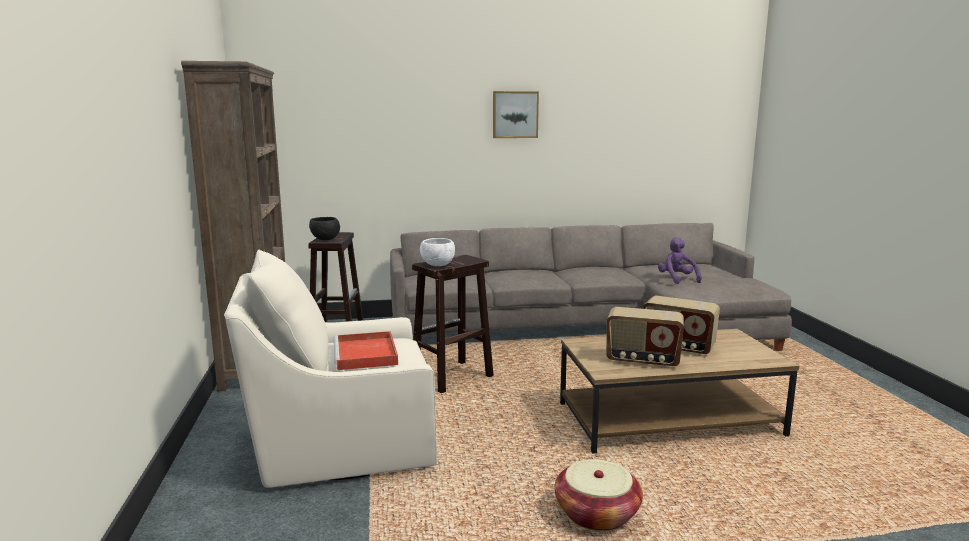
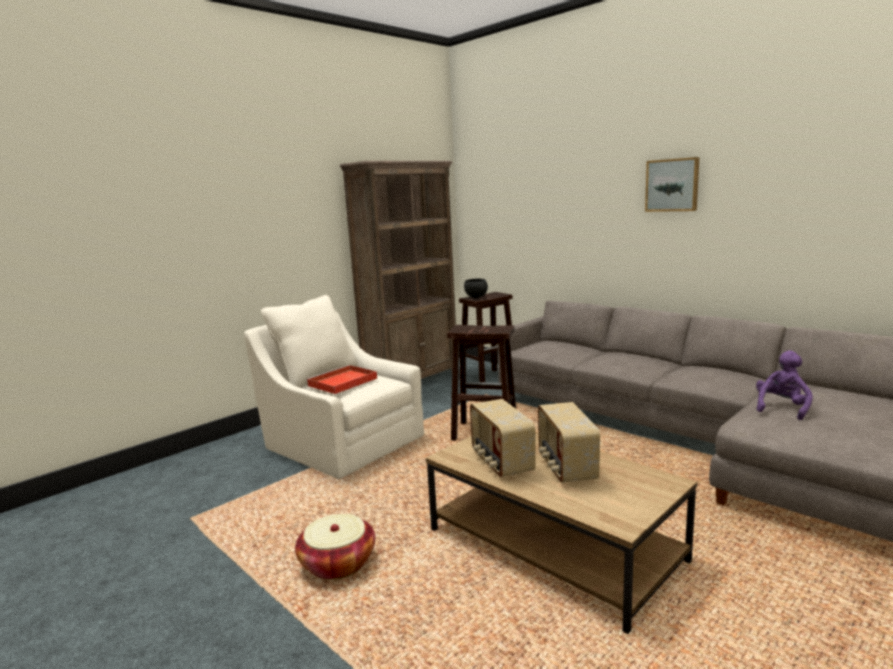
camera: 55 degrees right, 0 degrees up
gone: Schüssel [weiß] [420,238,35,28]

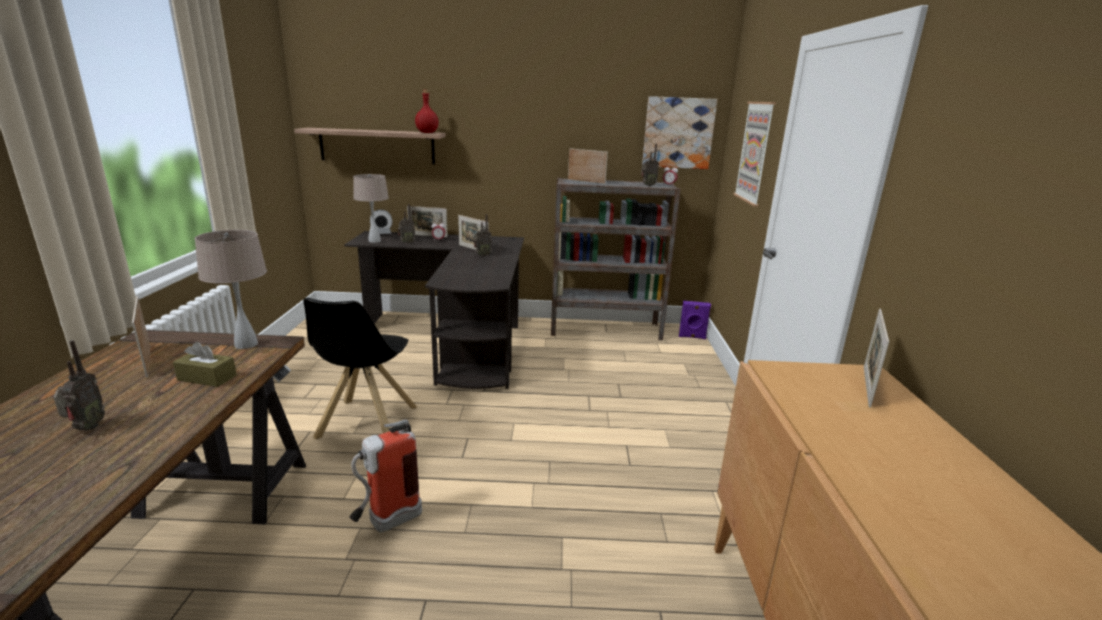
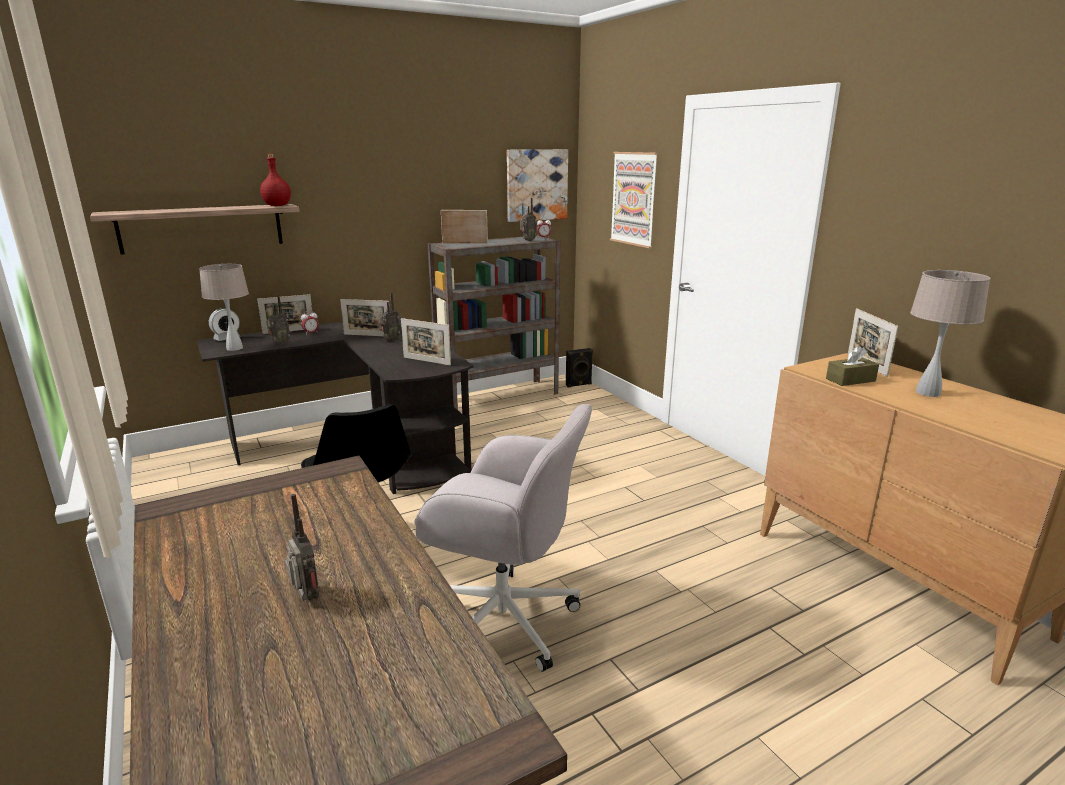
camera: 30 degrees left, 0 degrees up
shifted: Bilderrahmen [132,296,18,82] to [401,318,50,48]; Taschentuchbox [braun] [173,342,64,45] to [826,346,53,40]; Tischlampe [beige] [194,230,73,119] to [910,270,80,127]
swapped: Feuerlöscher [349,420,73,113] to Bürostuhl [grau] [414,404,178,268]
repainted: Lautsprecher [lila] [679,301,32,38] to Lautsprecher [schwarz] [566,348,27,39]

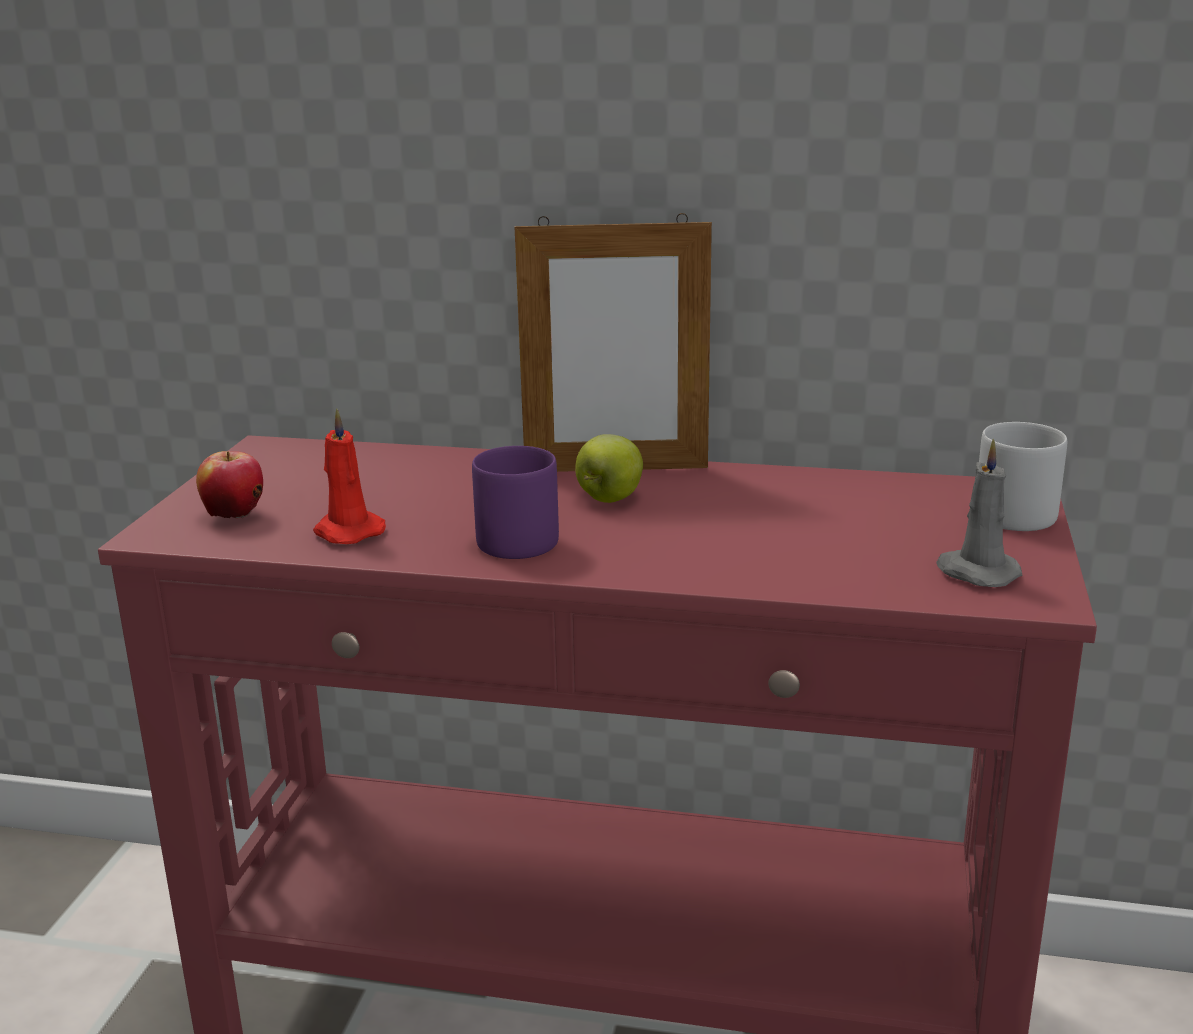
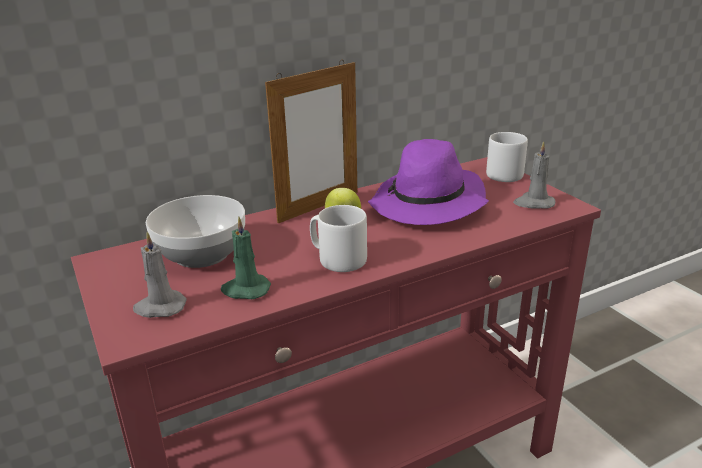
camera: 40 degrees left, 5 degrees up
new: Schüssel [145,195,100,73]; Hut [lila] [368,139,121,86]
swapped: Apfel [196,451,67,67] to Kerze [grau] [133,232,54,86]
repainted: Kerze [rot] [313,409,73,135] to Kerze [grün] [221,216,50,83]; Henkelbecher [lila] [472,446,87,113] to Henkelbecher [grau] [310,205,57,67]

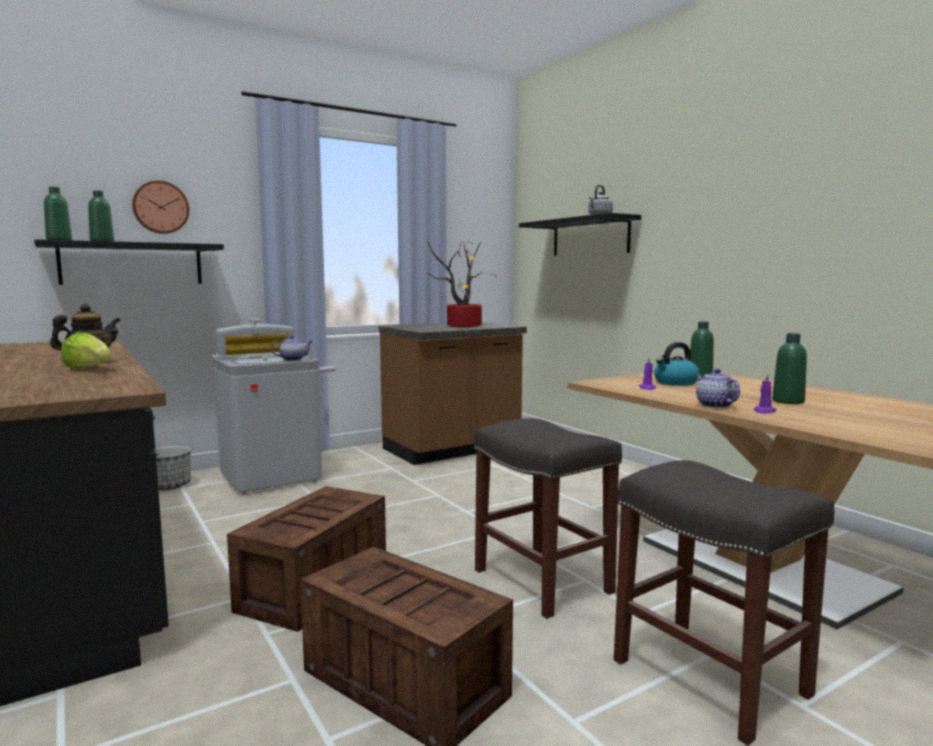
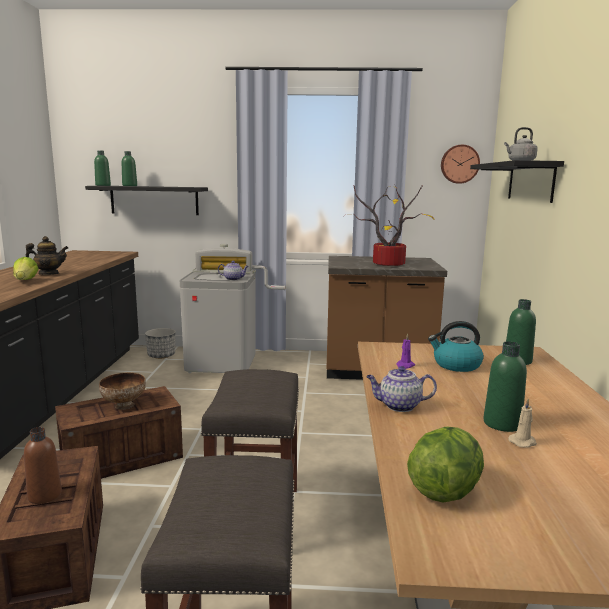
camera: 35 degrees right, 5 degrees up
gone: Kerze [lila] [754,373,23,41]
new: Flasche [braun] [24,427,38,77]; Schüssel [99,372,47,38]; Salatkopf [407,426,77,77]; Kerze [beige] [508,399,29,49]
shifted: Wanduhr [132,181,57,53] to [441,145,39,39]
rotated: Teekanne [696,369,44,39] = [366,366,71,46] 105 degrees counterclockwise

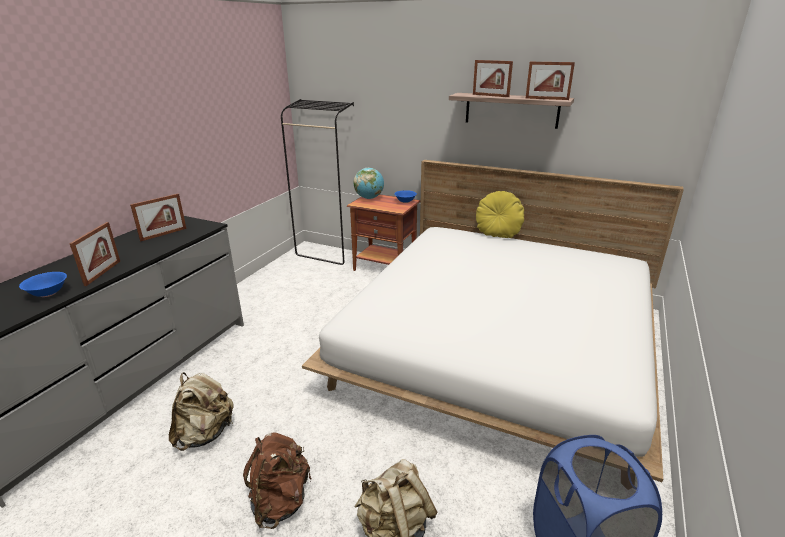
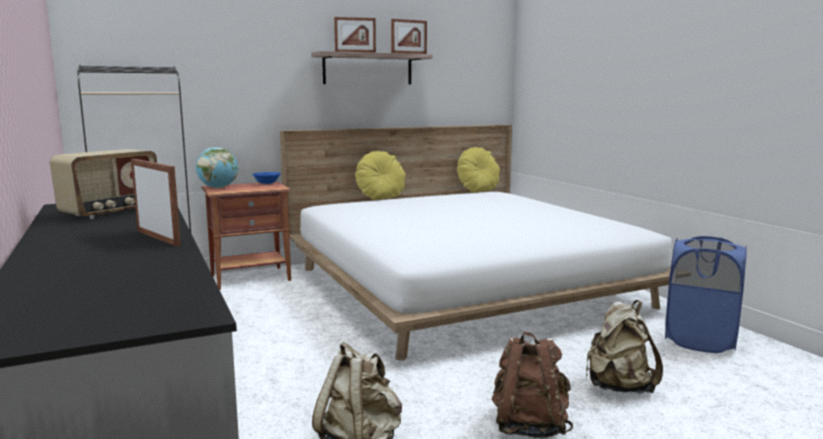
camera: 50 degrees left, 15 degrees down
gone: Schüssel [blau] [19,272,48,25]
new: Kissen [gelb] [457,147,43,45]
swapped: Bilderrahmen [130,194,57,47] to Radio [50,149,107,70]

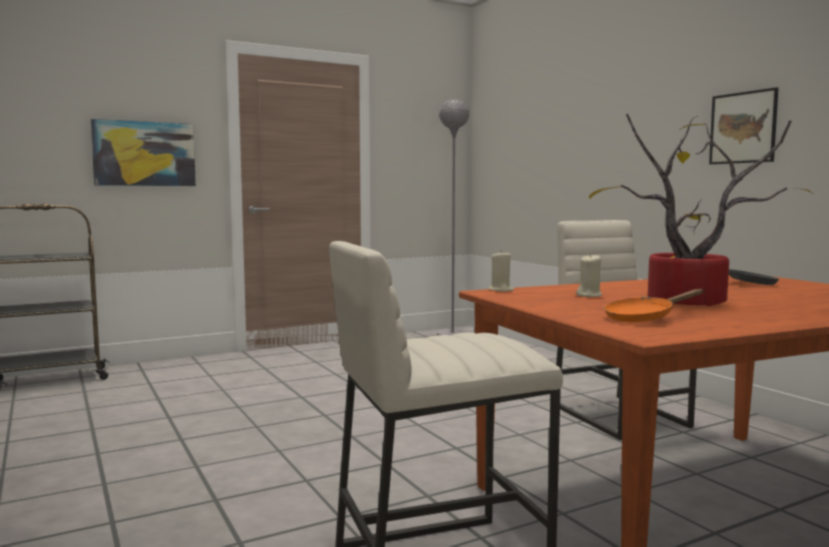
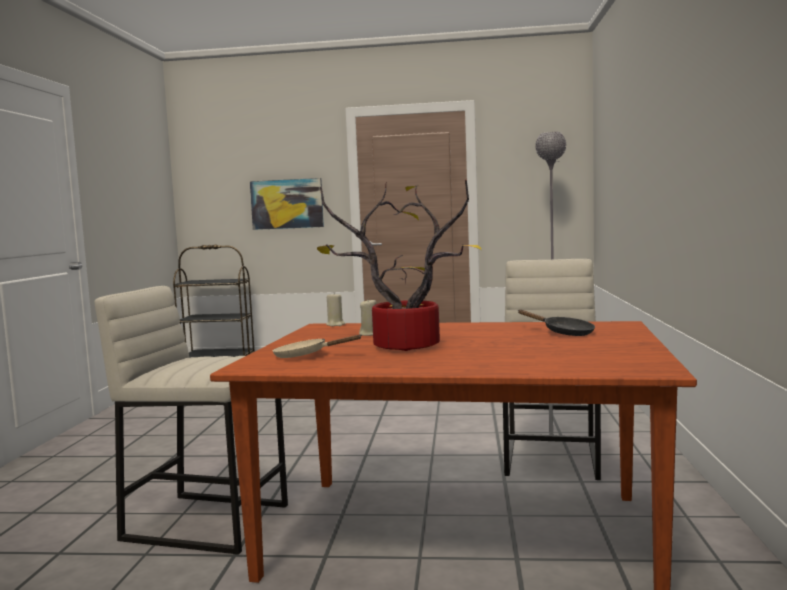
camera: 35 degrees right, 0 degrees up
gone: Bild [709,87,69,77]
repainted: Pfanne [orange] [604,289,99,33] to Pfanne [beige] [272,335,90,23]

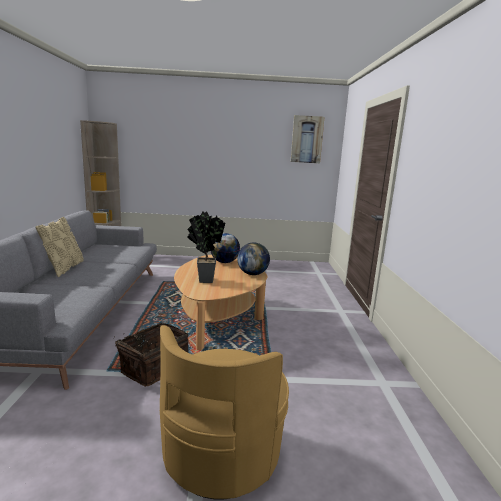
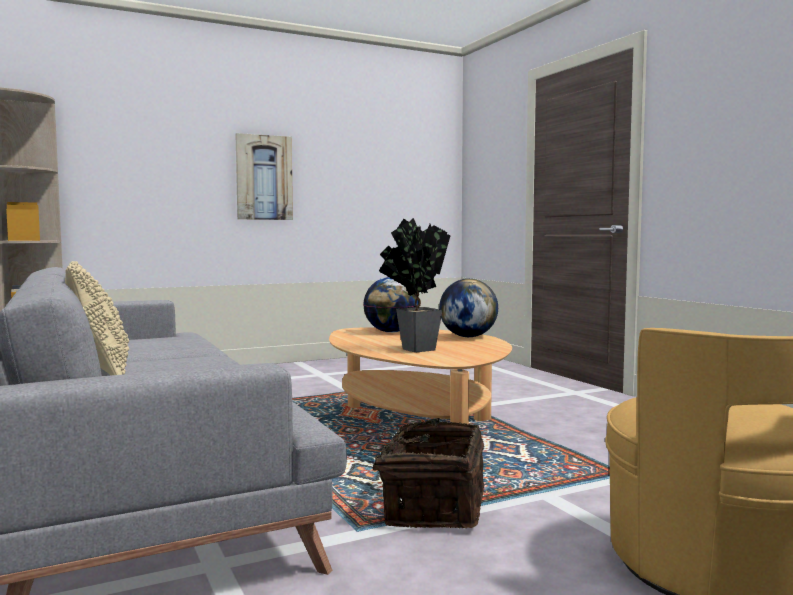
camera: 25 degrees left, 10 degrees down
shifted: Bild [291,115,34,48] to [235,133,58,87]

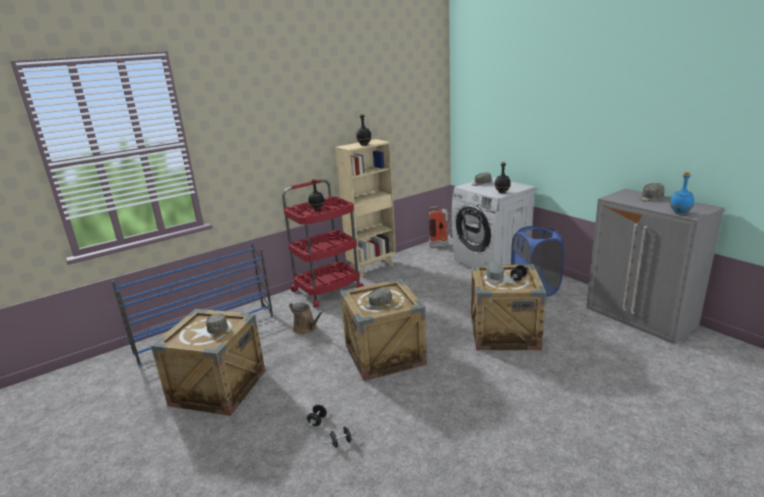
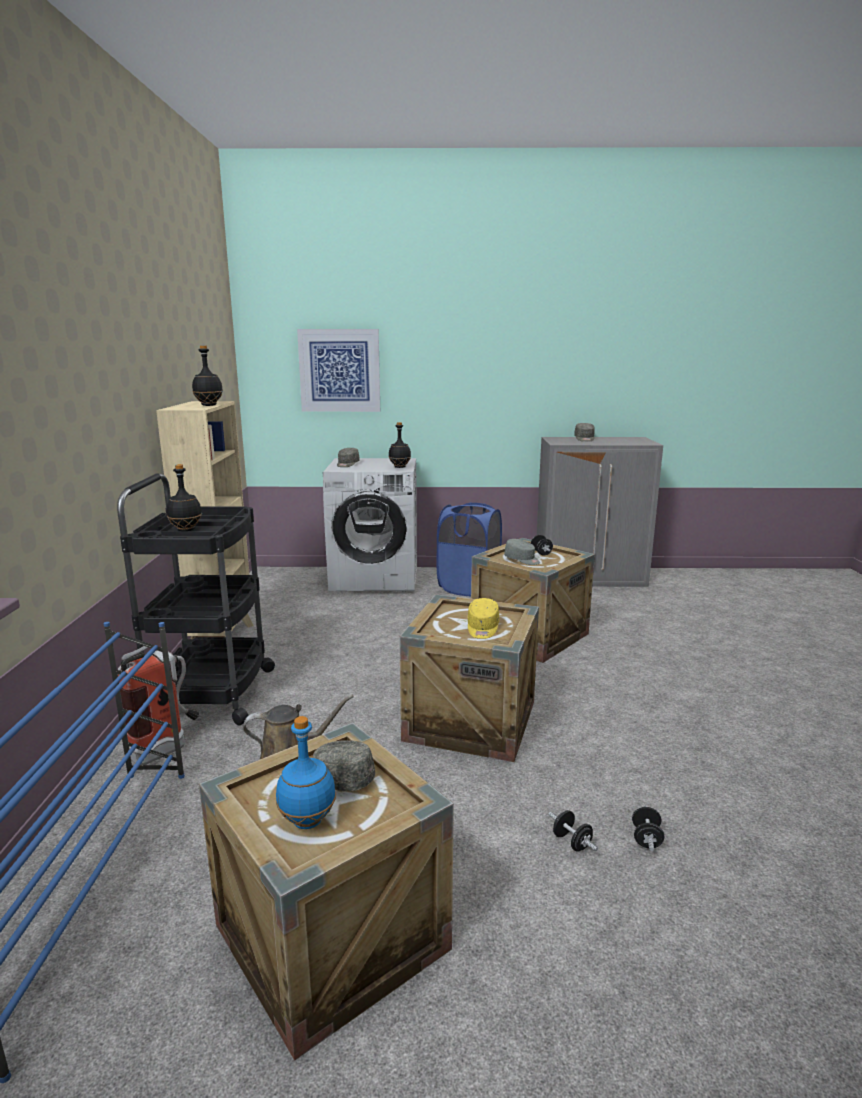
camera: 55 degrees left, 5 degrees down
new: Bild [297,329,83,83]
shifted: Feuerlöscher [429,206,23,41] to [118,646,81,119]; Flasche [blau] [670,172,25,43] to [276,716,60,113]
repainted: Rollwagen [rot] [282,179,82,129] to Rollwagen [schwarz] [117,473,158,253]; Kappe [grau] [364,287,28,23] to Kappe [gelb] [468,598,31,41]

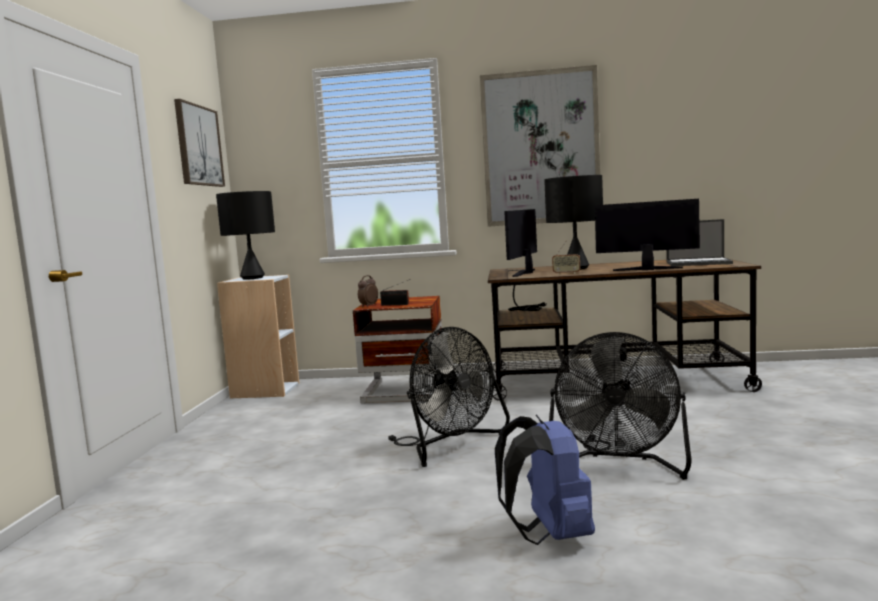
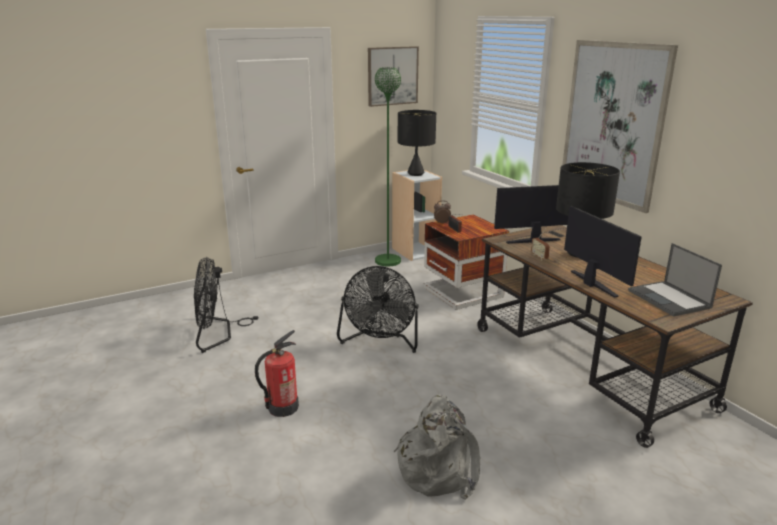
camera: 55 degrees right, 15 degrees up
new: Stehlampe [grün] [375,67,26,199]; Rucksack [grau] [394,395,86,105]
shifted: Ventilator [schwarz] [549,332,142,148] to [194,257,66,96]
swapped: Rucksack [blau] [495,415,100,130] to Feuerlöscher [255,330,44,87]

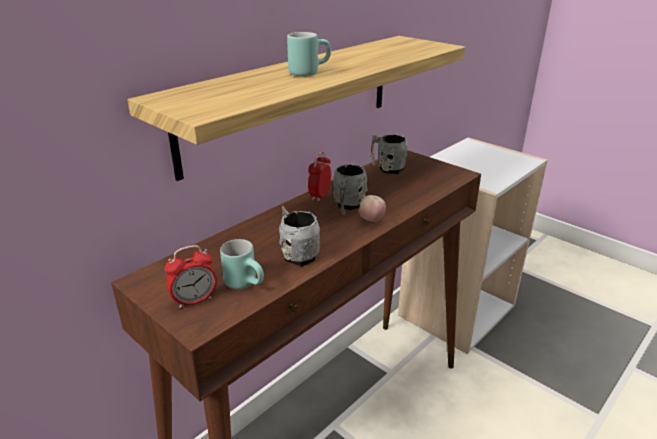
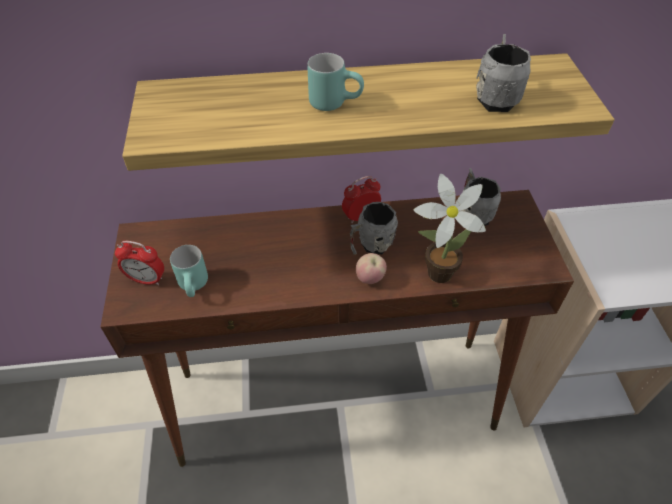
camera: 40 degrees right, 20 degrees up
new: Topfpflanze [413,173,73,110]
shifted: Henkelbecher [grau] [279,206,41,61] to [476,34,55,78]

